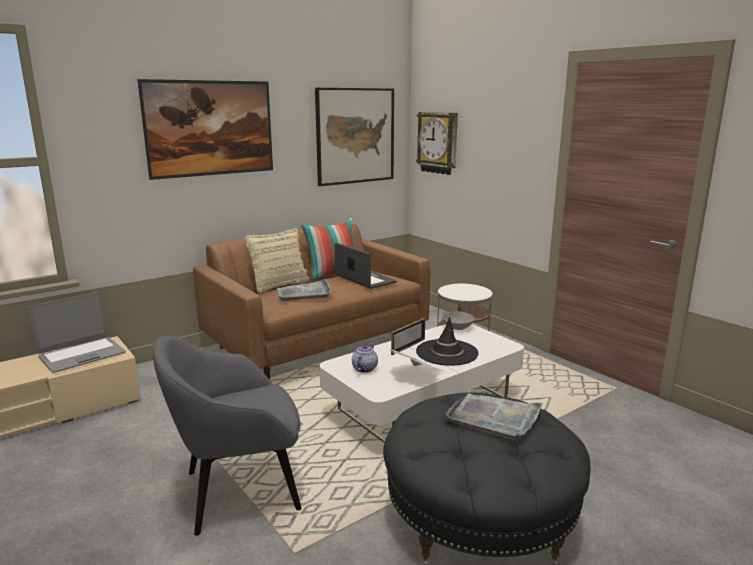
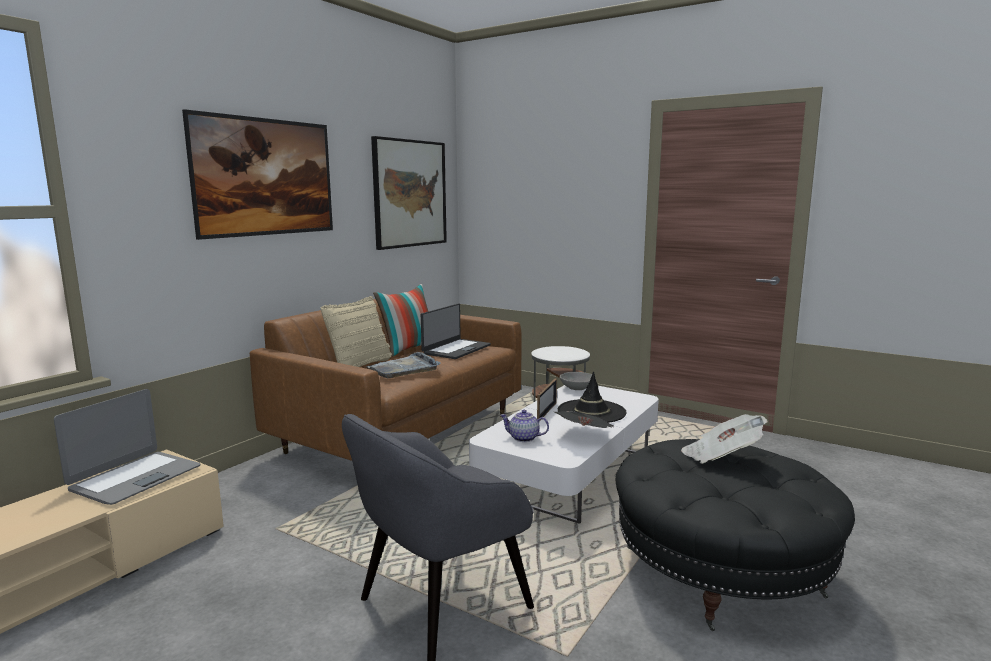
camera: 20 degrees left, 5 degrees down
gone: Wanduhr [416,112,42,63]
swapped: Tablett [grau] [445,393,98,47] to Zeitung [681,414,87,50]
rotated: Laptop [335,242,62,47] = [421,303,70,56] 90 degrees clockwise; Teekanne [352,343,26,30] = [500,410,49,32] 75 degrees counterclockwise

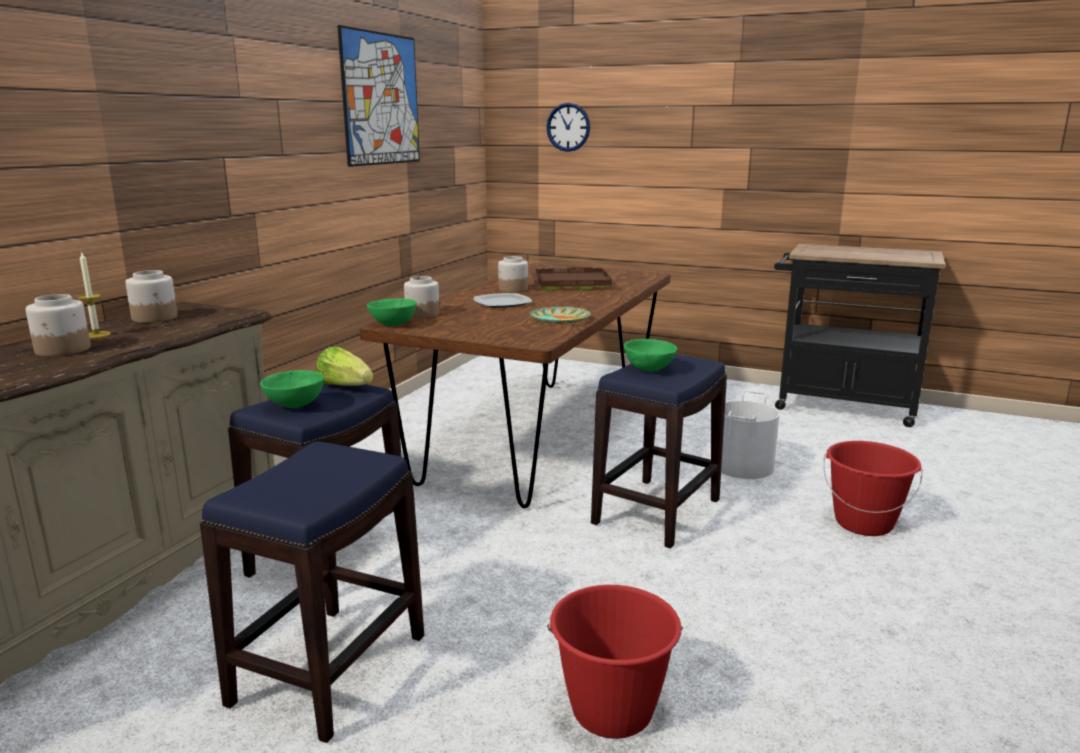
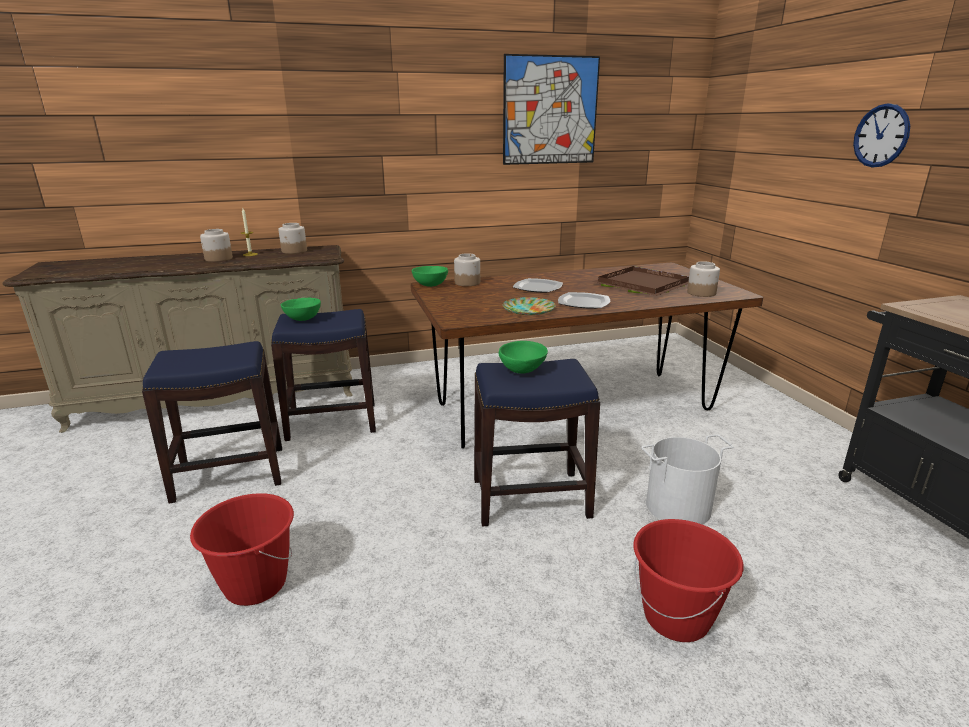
camera: 50 degrees right, 5 degrees up
gone: Salatkopf [316,347,57,39]
new: Teller [558,292,52,17]
shifted: Vorratsglas [498,256,30,36] to [687,262,33,35]; Wanduhr [546,103,44,49] to [853,103,57,64]

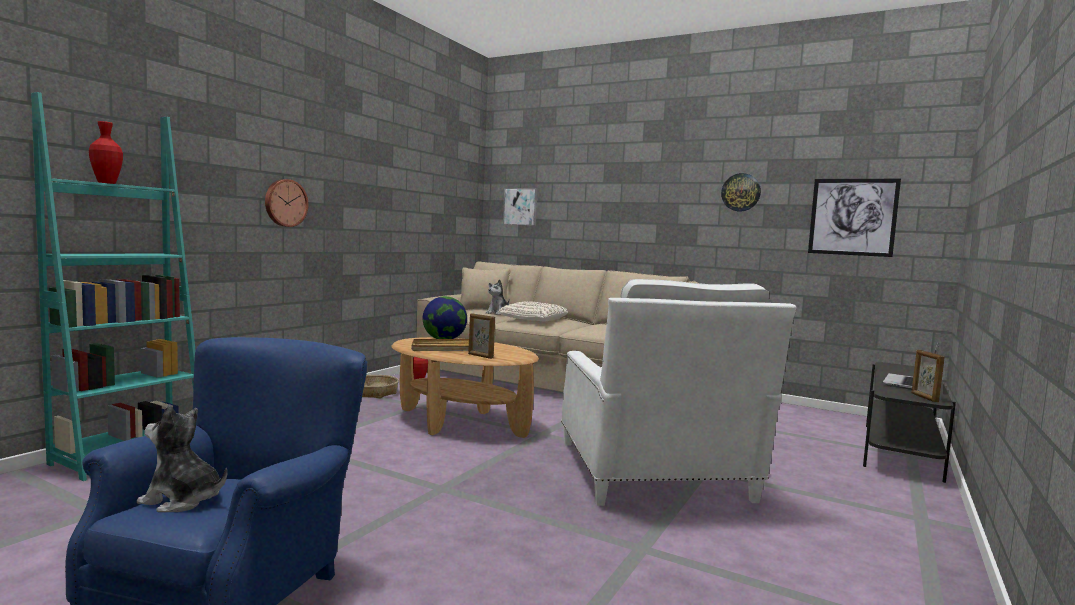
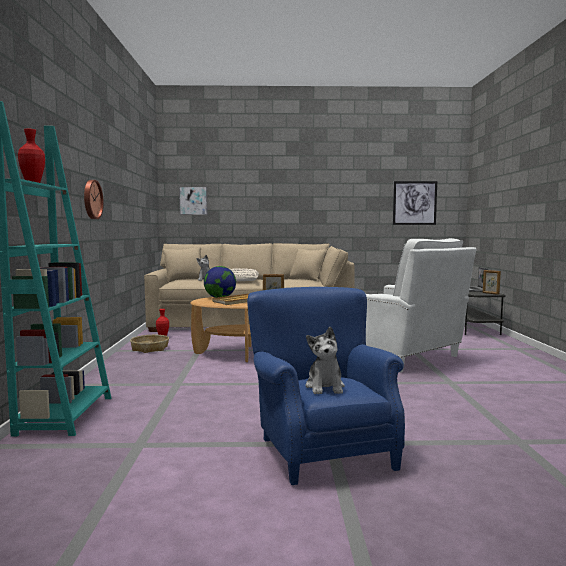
camera: 30 degrees left, 0 degrees up
gone: Wanduhr [721,173,40,39]
rotated: Plüschtier [137,405,91,107] = [305,327,40,67] 75 degrees counterclockwise

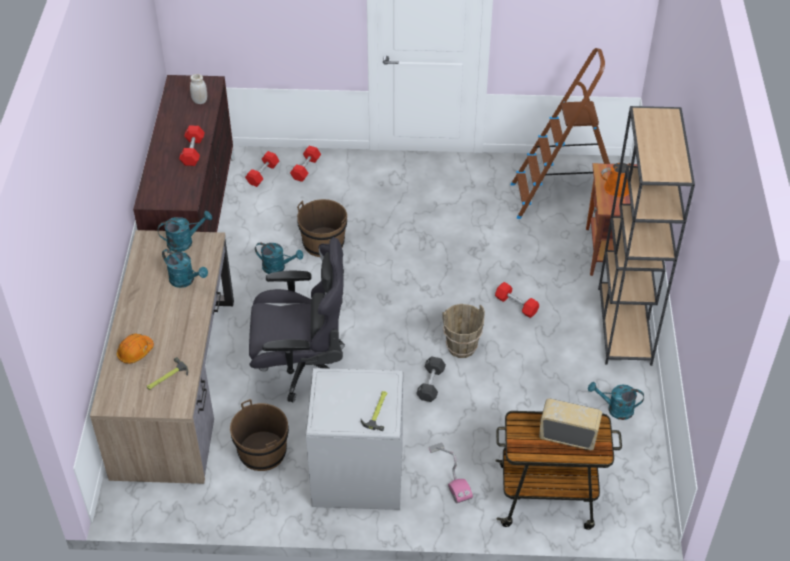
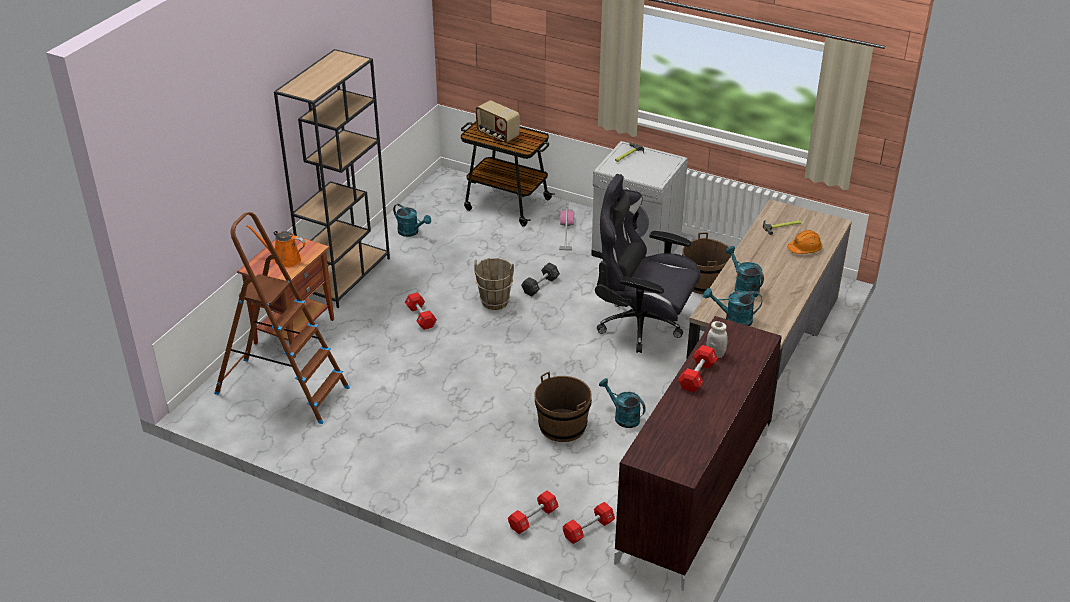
camera: 155 degrees left, 10 degrees down
shifted: Vorratsglas [weiß] [190,74,17,30] to [707,321,21,37]

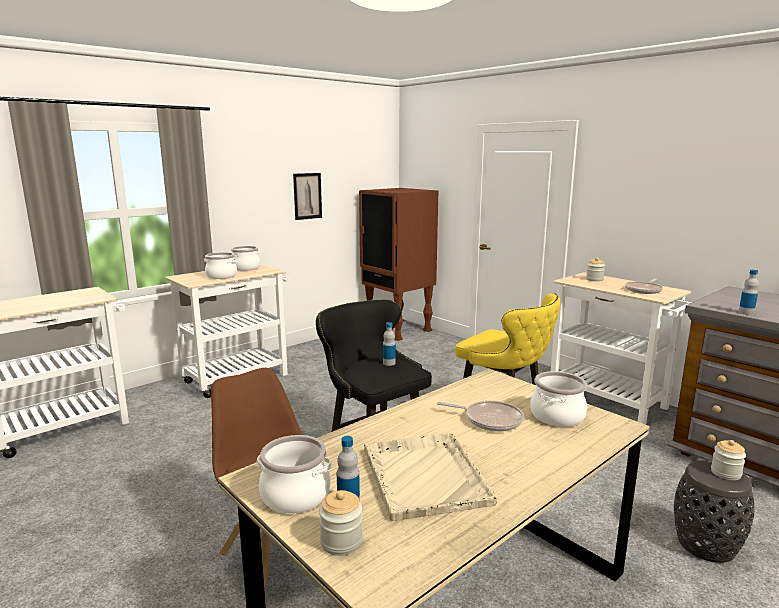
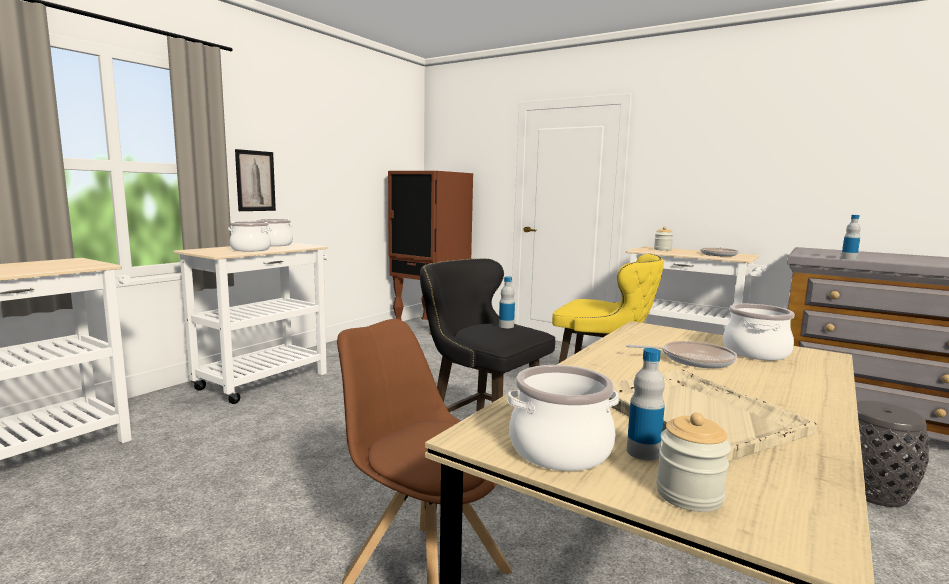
camera: 15 degrees left, 5 degrees down
gone: Vorratsglas [711,440,35,40]
shifted: Bild [293,173,29,47] to [235,149,41,62]

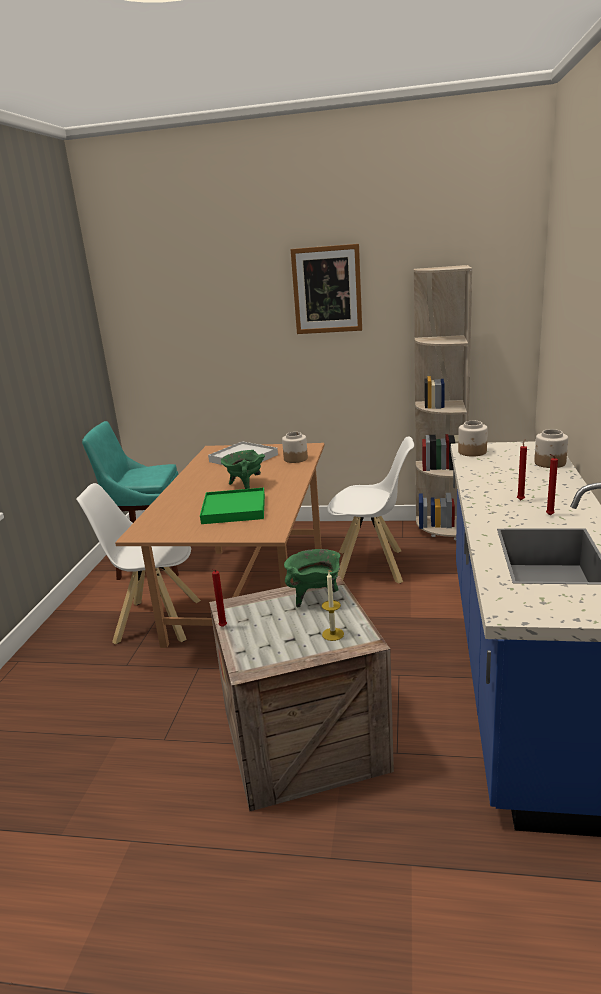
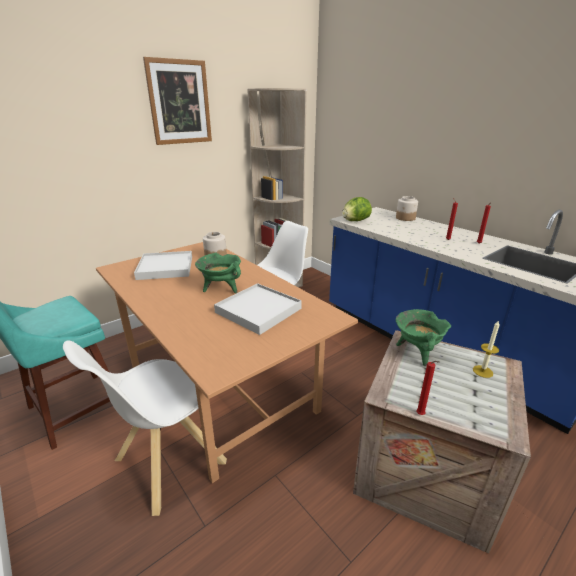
camera: 50 degrees left, 5 degrees up
swapped: Vorratsglas [458,421,30,35] to Salatkopf [342,197,30,24]
repainted: Tablett [grün] [200,488,65,36] to Tablett [weiß] [214,283,88,52]

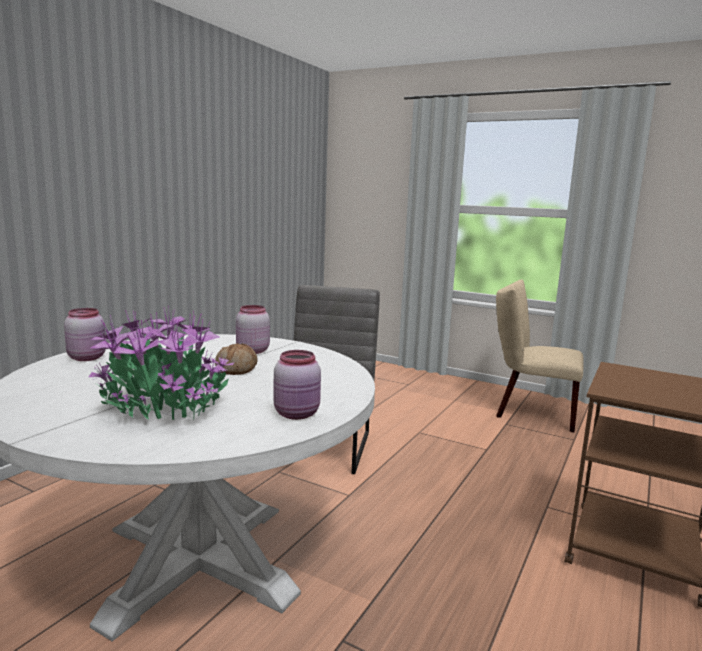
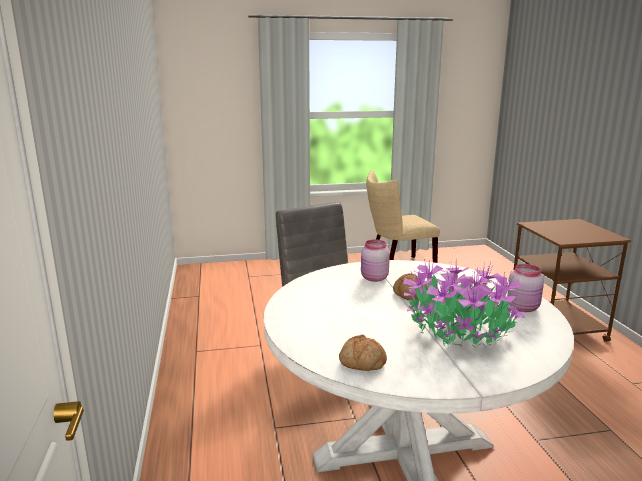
camera: 40 degrees left, 5 degrees up
gone: Vorratsglas [rosa] [64,308,42,53]
new: Brot [339,335,48,36]

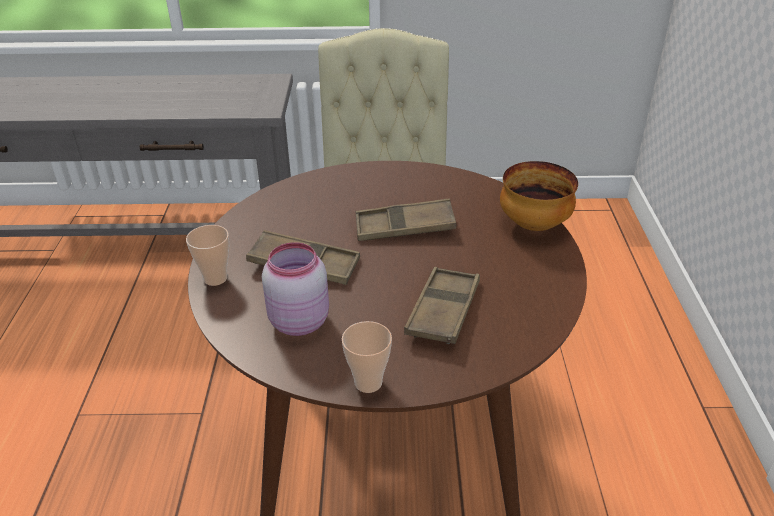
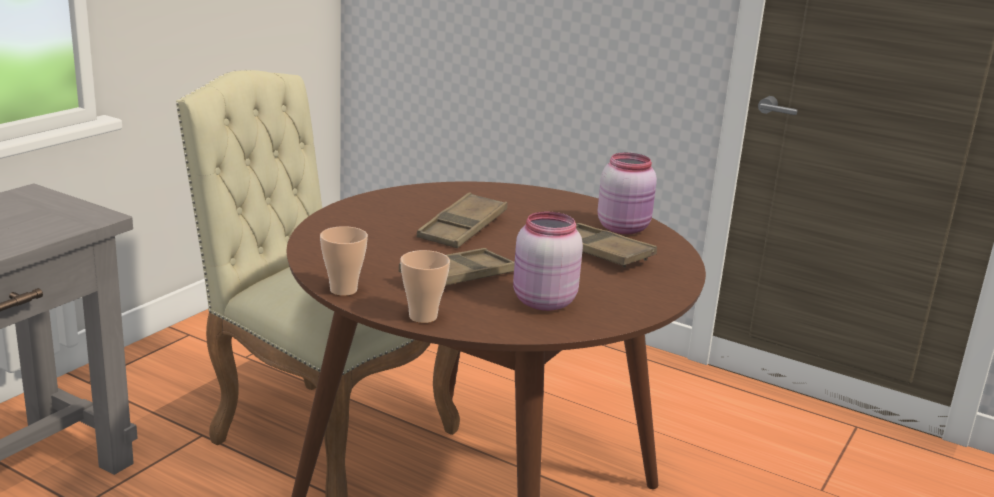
camera: 60 degrees left, 15 degrees down
gone: Schüssel [500,161,78,70]
new: Vorratsglas [rosa] [597,153,60,81]
shifted: Tasse [342,321,50,72] to [320,226,48,70]

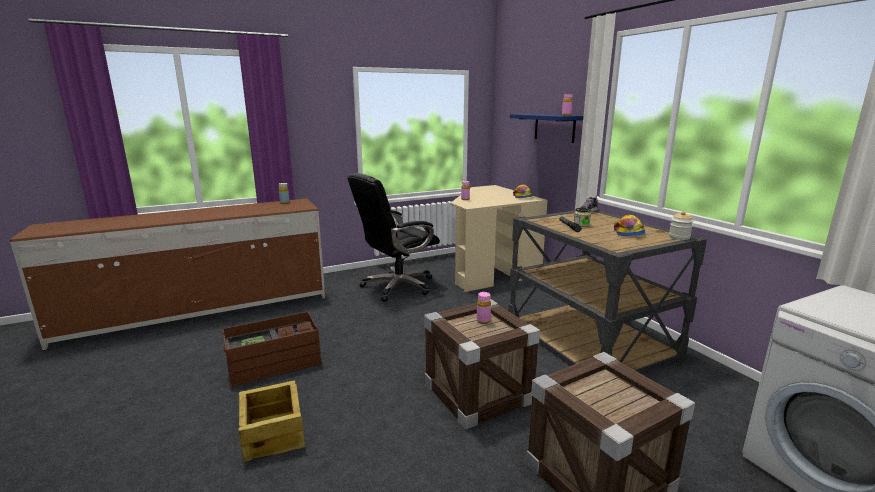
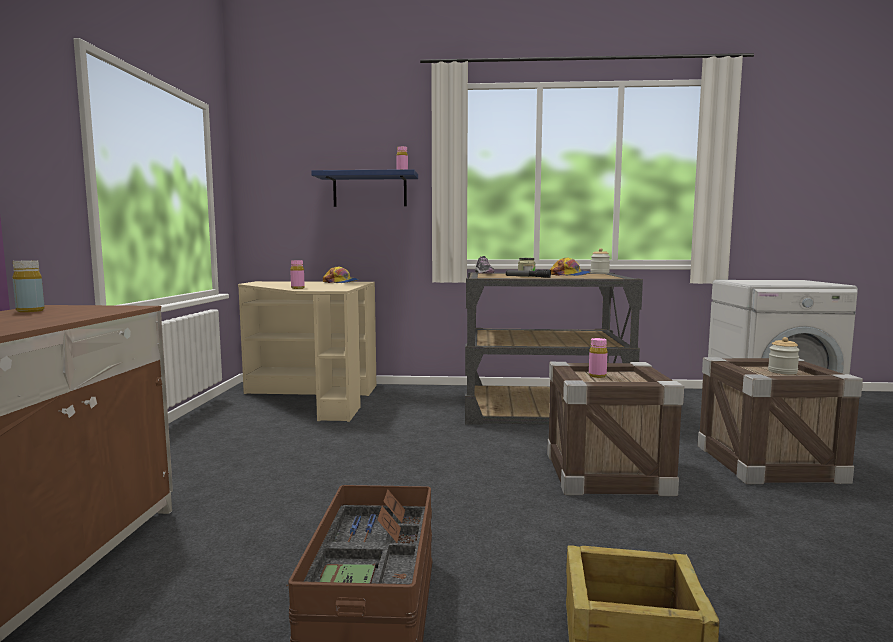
camera: 60 degrees left, 10 degrees down
gone: Bürostuhl [schwarz] [347,173,93,129]
new: Vorratsglas [768,337,32,37]

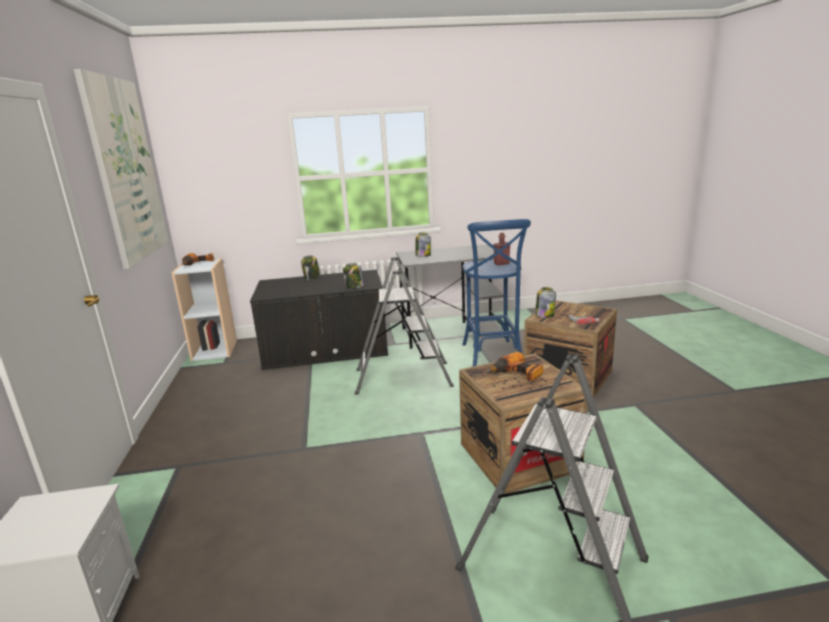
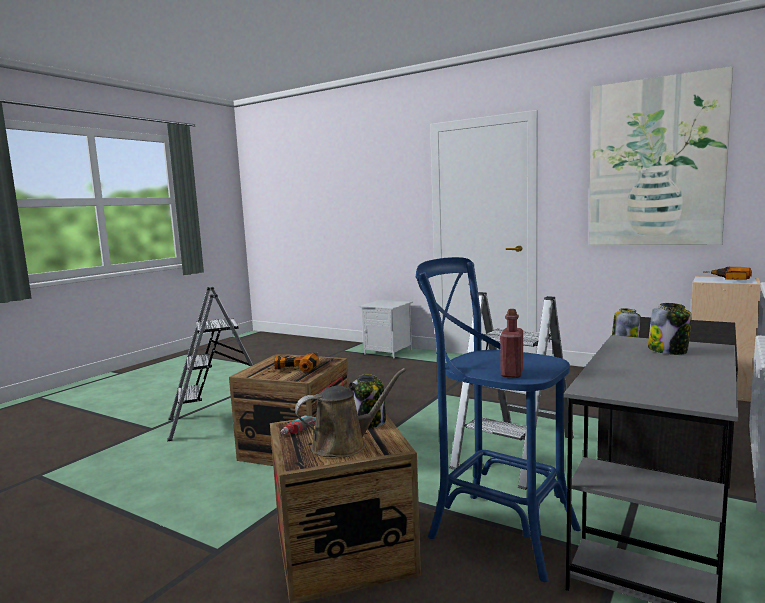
camera: 130 degrees right, 10 degrees down
gone: Vorratsglas [301,255,19,25]
new: Gießkanne [braun] [295,368,111,89]

